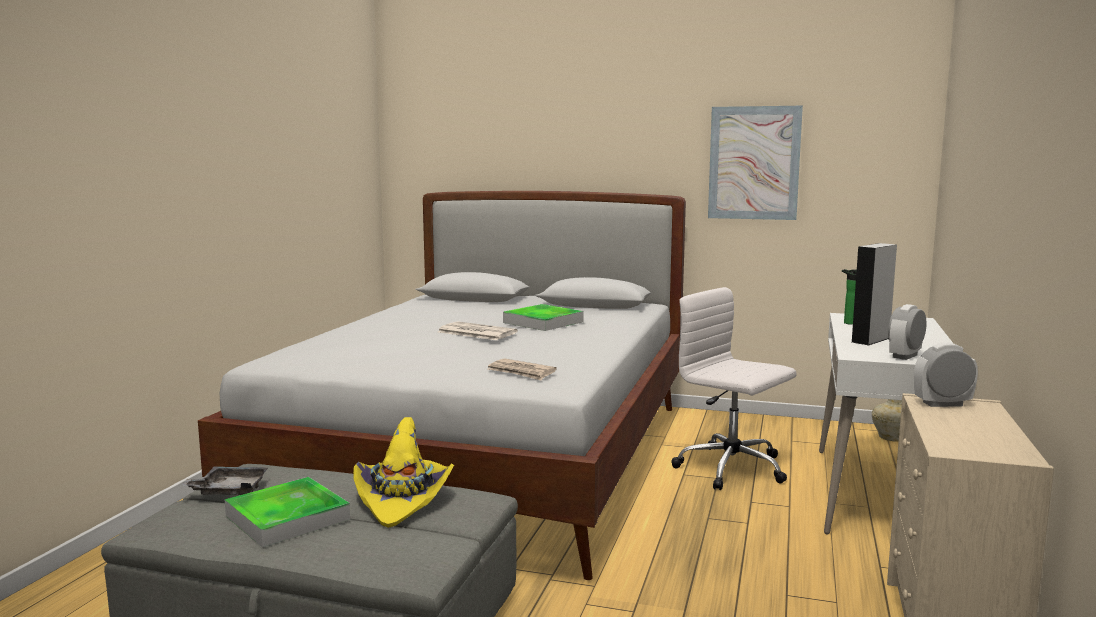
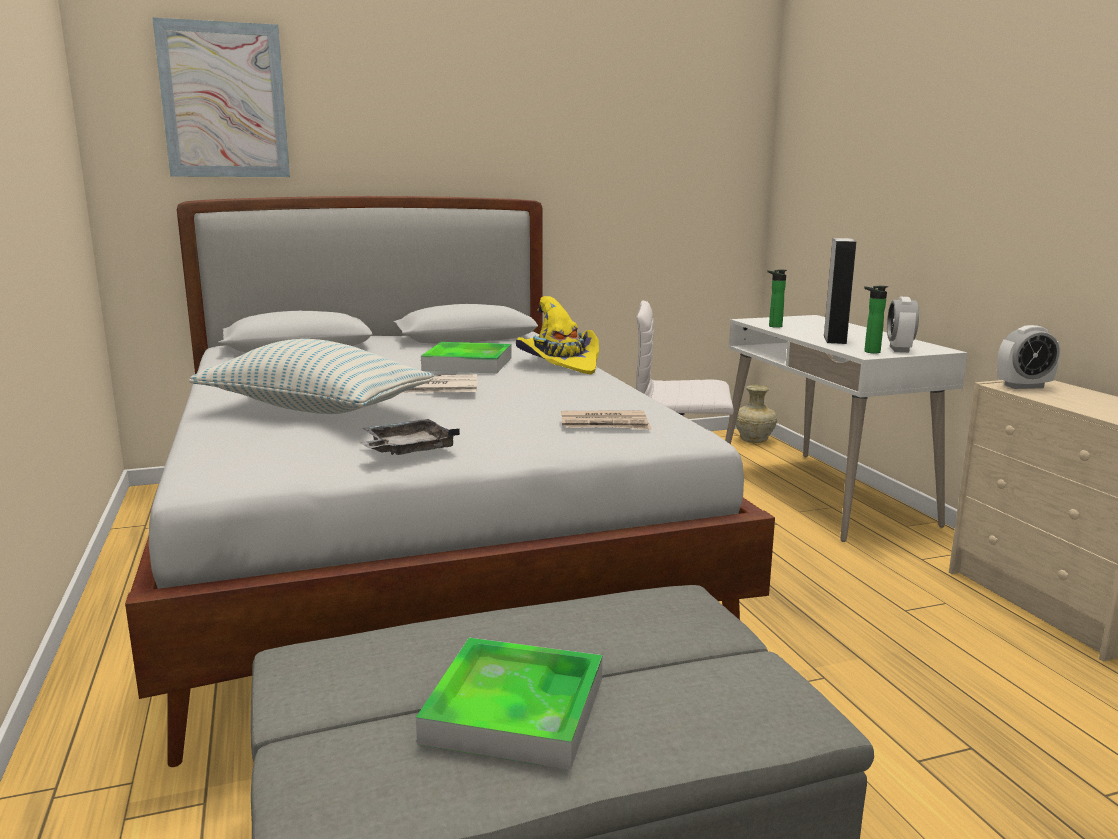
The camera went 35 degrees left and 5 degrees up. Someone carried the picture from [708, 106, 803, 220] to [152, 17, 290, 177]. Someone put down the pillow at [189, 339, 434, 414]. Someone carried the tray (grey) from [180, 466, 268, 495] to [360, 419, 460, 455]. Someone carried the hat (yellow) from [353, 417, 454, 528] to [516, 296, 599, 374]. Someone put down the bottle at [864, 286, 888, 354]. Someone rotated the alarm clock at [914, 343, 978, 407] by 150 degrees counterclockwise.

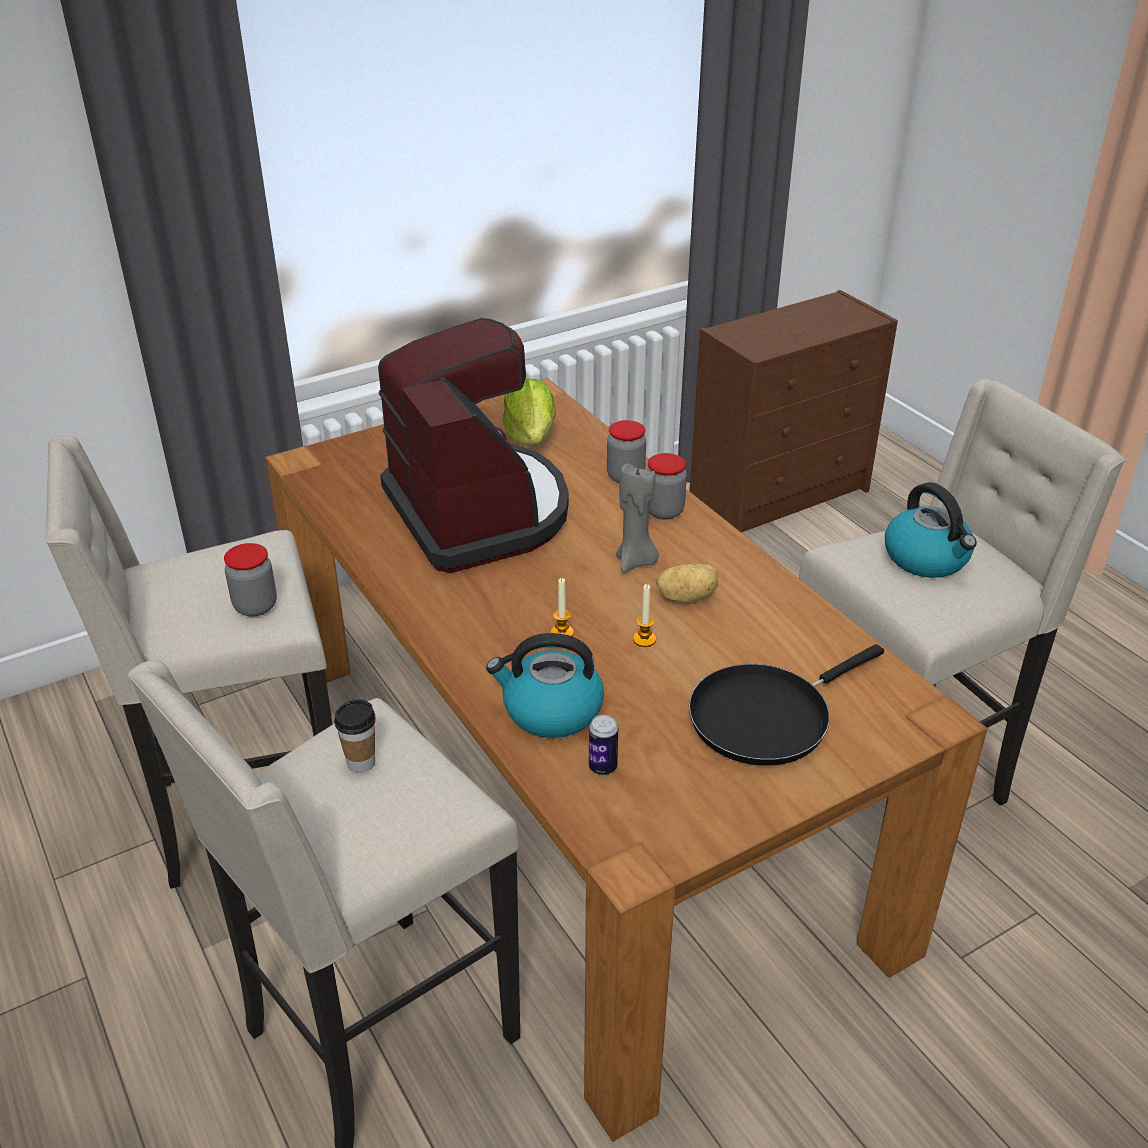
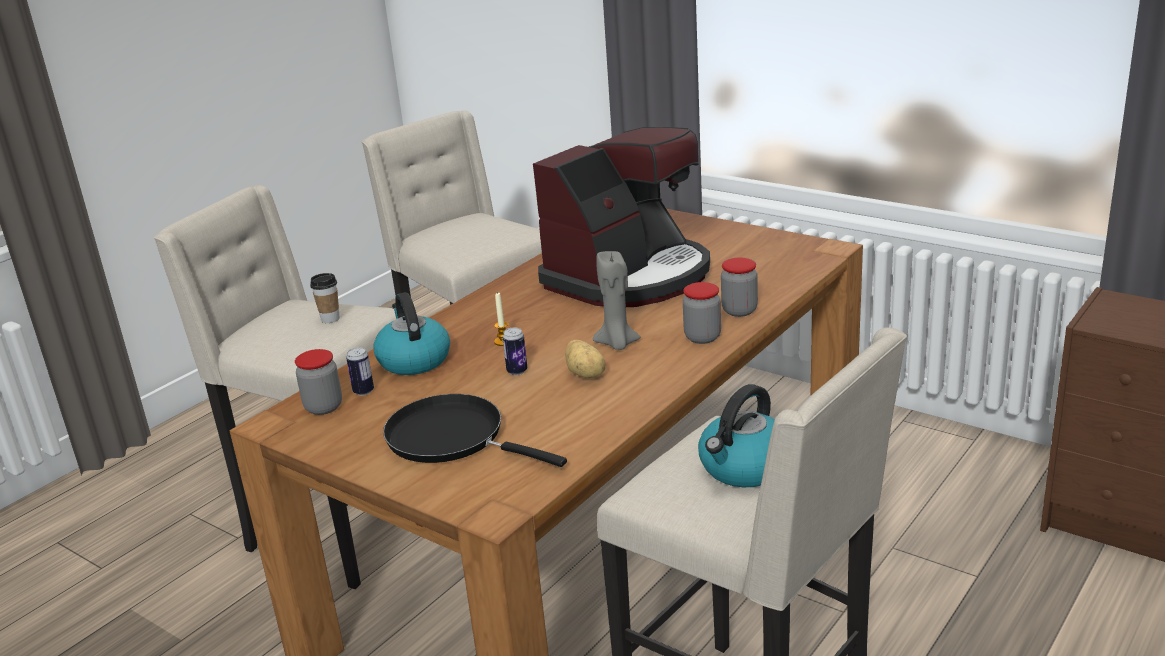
The camera went 70 degrees right and 10 degrees down. Someone carried the jar from [224, 543, 277, 617] to [295, 349, 342, 415]. Someone swapped the candle at [633, 584, 656, 647] for the can at [502, 327, 527, 375]. Someone took away the lettuce at [503, 378, 556, 446].

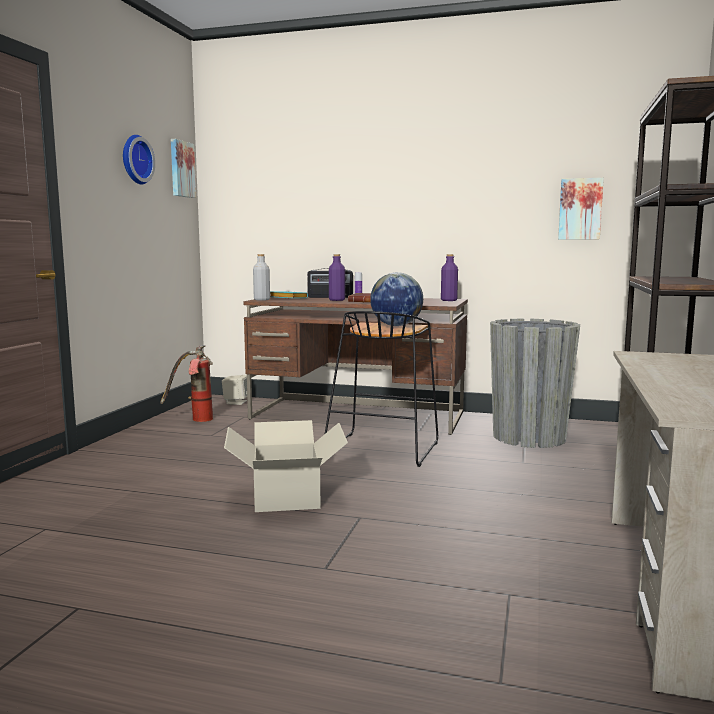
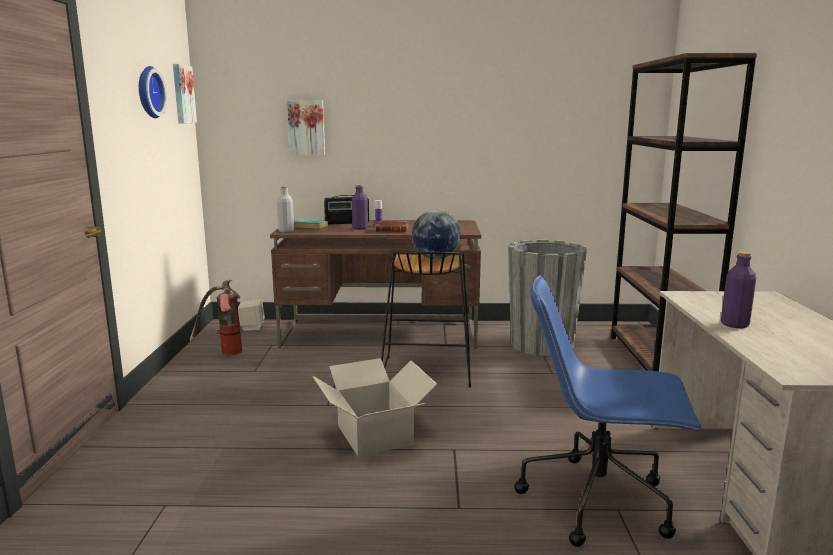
The camera went 15 degrees left and 5 degrees up. Someone carried the picture from [558, 178, 604, 240] to [287, 100, 325, 155]. Someone put down the office chair (blue) at [514, 275, 702, 547]. Someone carried the bottle (purple) from [441, 254, 458, 301] to [721, 251, 756, 328].

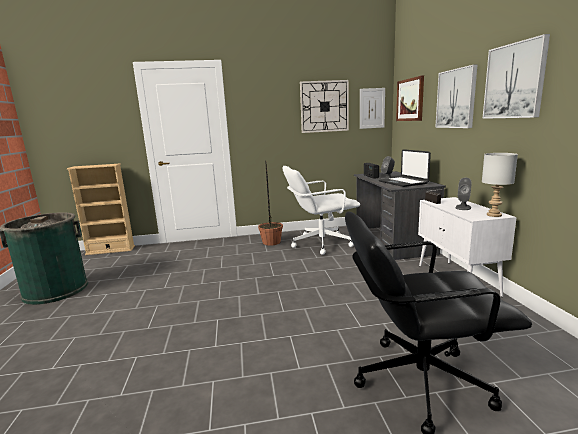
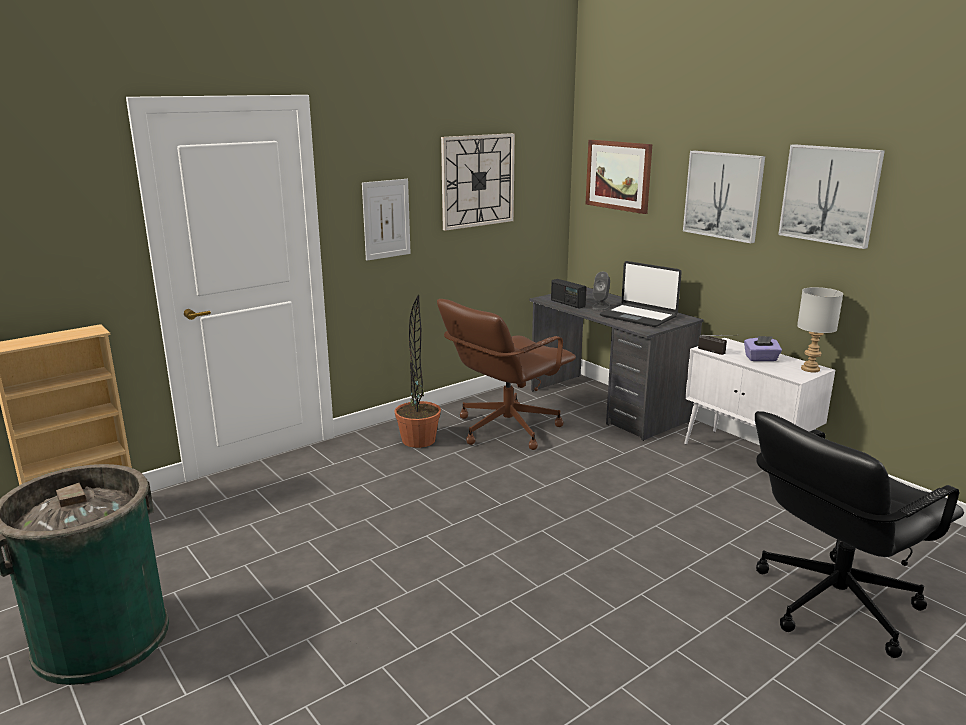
The camera went 30 degrees left and 5 degrees up. Someone carried the picture from [360, 88, 385, 129] to [362, 179, 411, 261]. Someone repainted the office chair (white) at [283, 166, 360, 255], which became the office chair (brown) at [437, 299, 576, 450]. Someone swapped the speaker (grey) at [456, 178, 472, 210] for the tissue box (purple) at [744, 336, 782, 361].

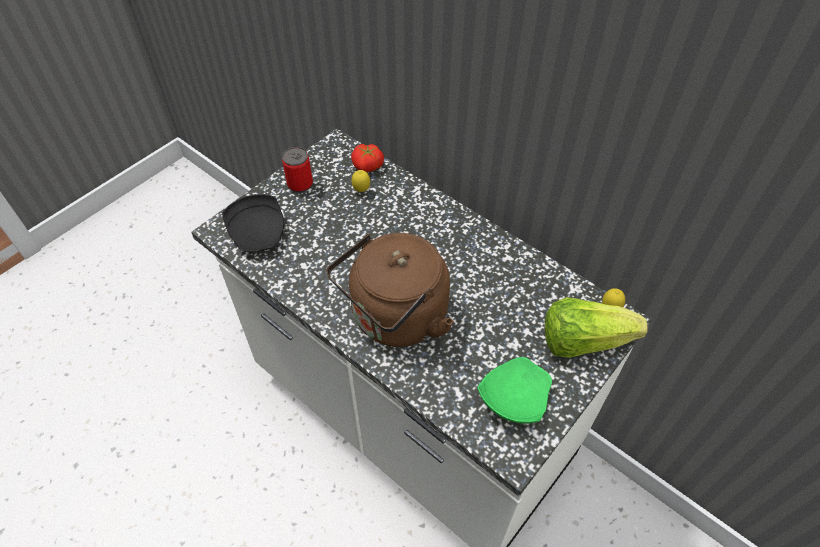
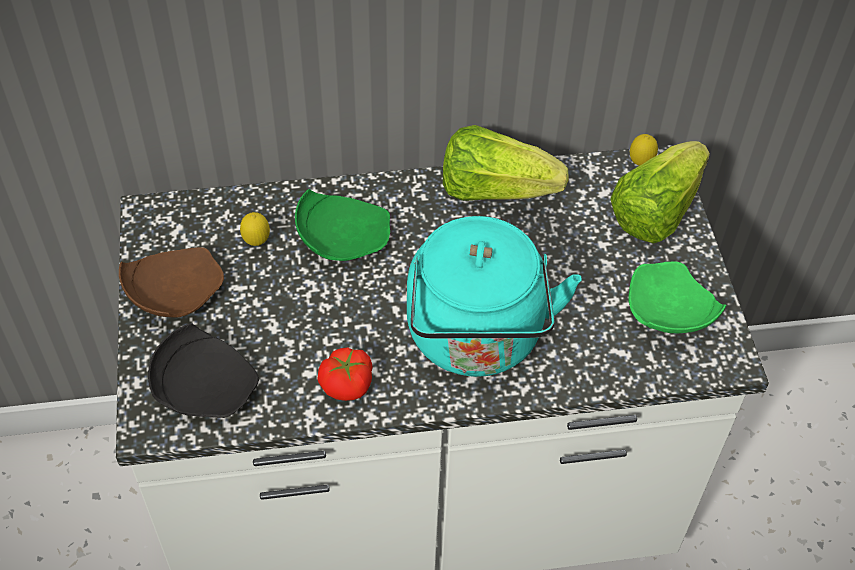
The camera went 50 degrees left and 0 degrees up. Someone swapped the can at [282, 147, 313, 193] for the plate (brown) at [119, 247, 224, 317]. Someone put down the plate (green) at [295, 189, 390, 261]. Someone carried the tomato from [351, 144, 384, 172] to [317, 347, 372, 401]. Someone repainted the kettle (brown) at [326, 233, 454, 347], which became the kettle (turquoise) at [407, 216, 582, 377]. Someone put down the lettuce at [443, 125, 569, 201].

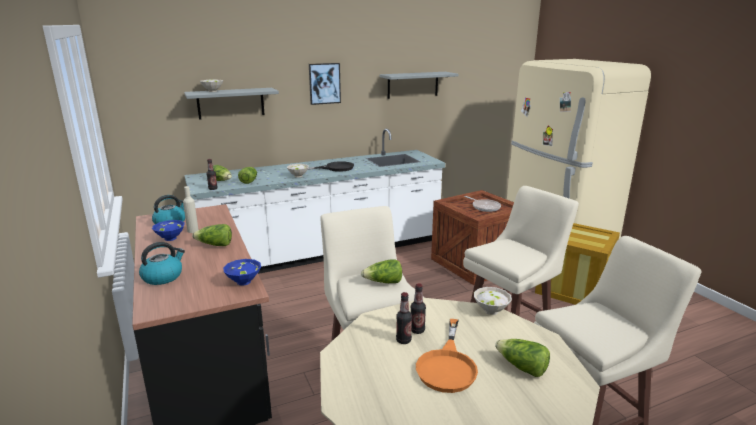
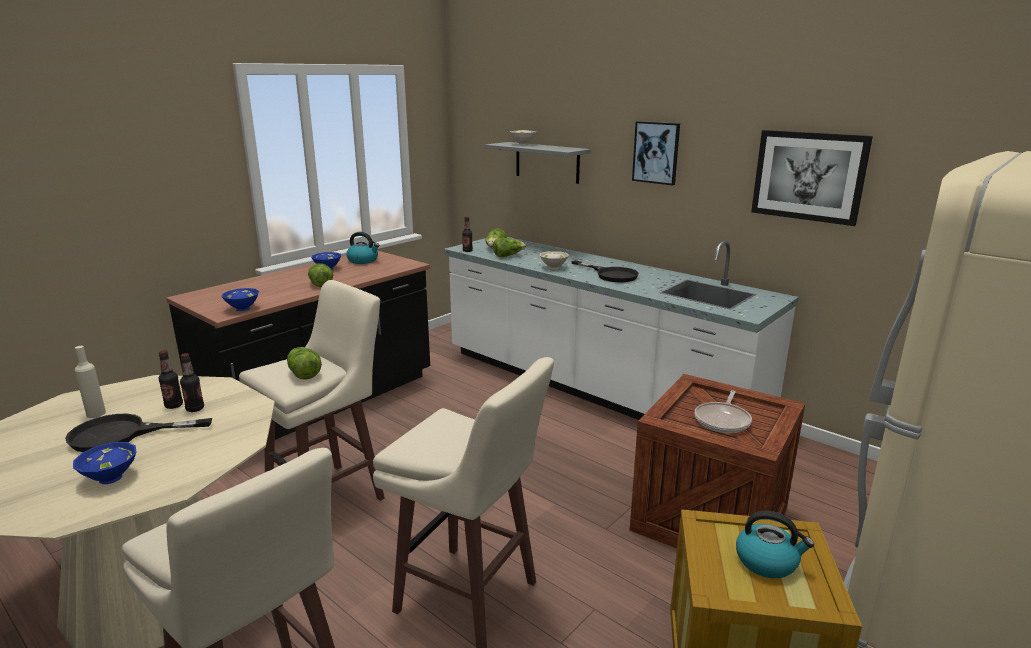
The camera went 65 degrees right and 0 degrees up. Someone repainted the frying pan (orange) at [416, 319, 478, 393], which became the frying pan (black) at [65, 414, 212, 452]. Someone swapped the lettuce at [495, 339, 550, 377] for the bowl (blue) at [73, 442, 136, 484]. Someone carried the bottle (beige) from [183, 186, 198, 233] to [74, 346, 106, 418]. Someone carried the kettle from [139, 242, 185, 285] to [736, 511, 814, 578]. Someone swapped the shelf (grey) at [380, 72, 459, 99] for the picture at [751, 130, 873, 226]. Someone took away the bowl (white) at [474, 287, 512, 315].

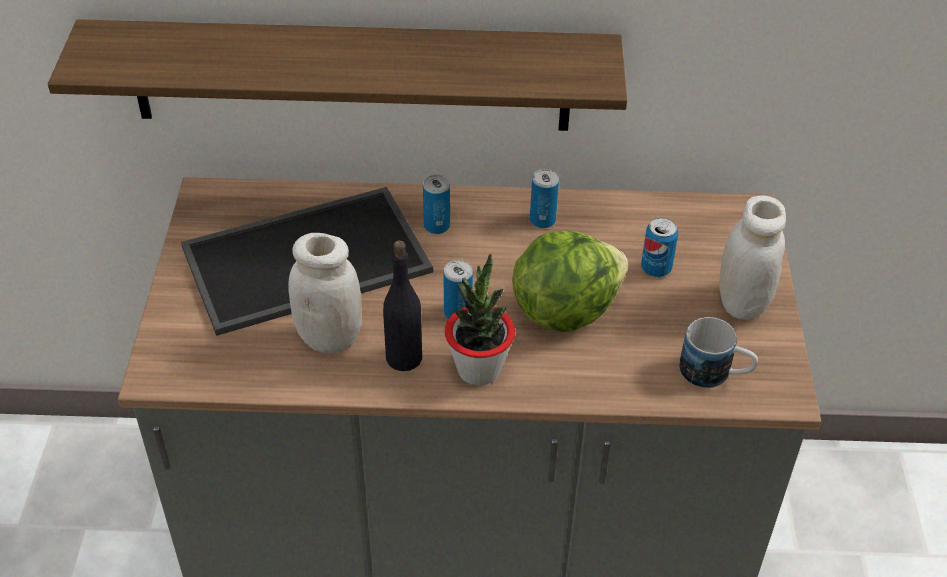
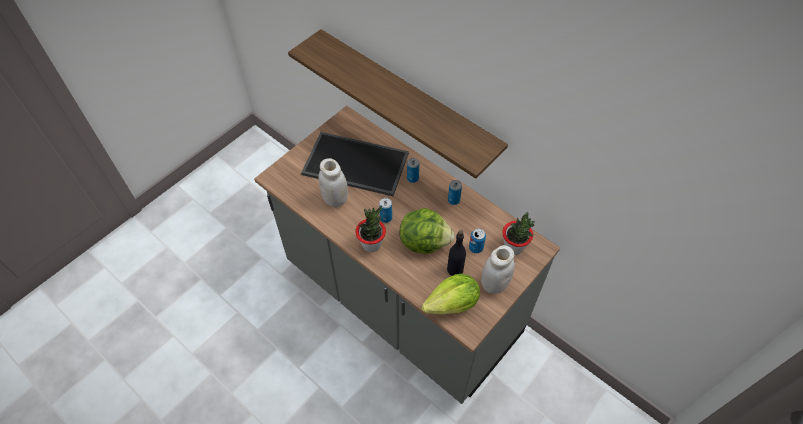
The camera went 40 degrees right and 10 degrees up. Someone swapped the mug at [679, 317, 758, 388] for the lettuce at [421, 274, 480, 315]. Someone carried the bottle (black) from [383, 241, 422, 371] to [447, 230, 466, 276]. Someone put down the potted plant at [502, 212, 535, 255].

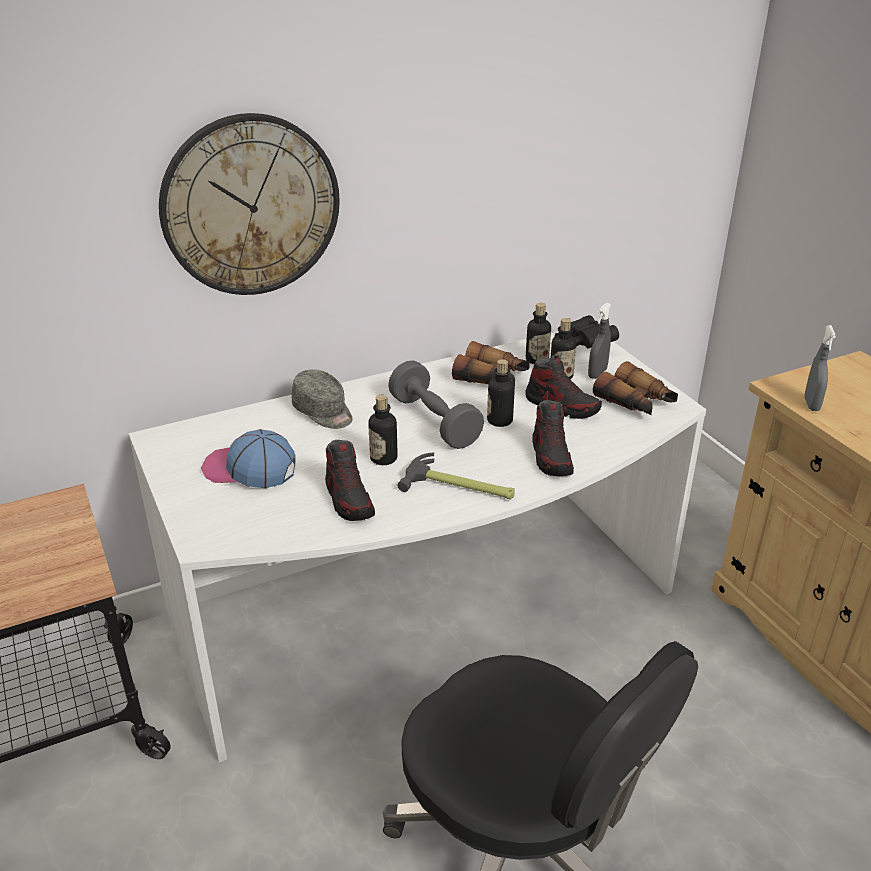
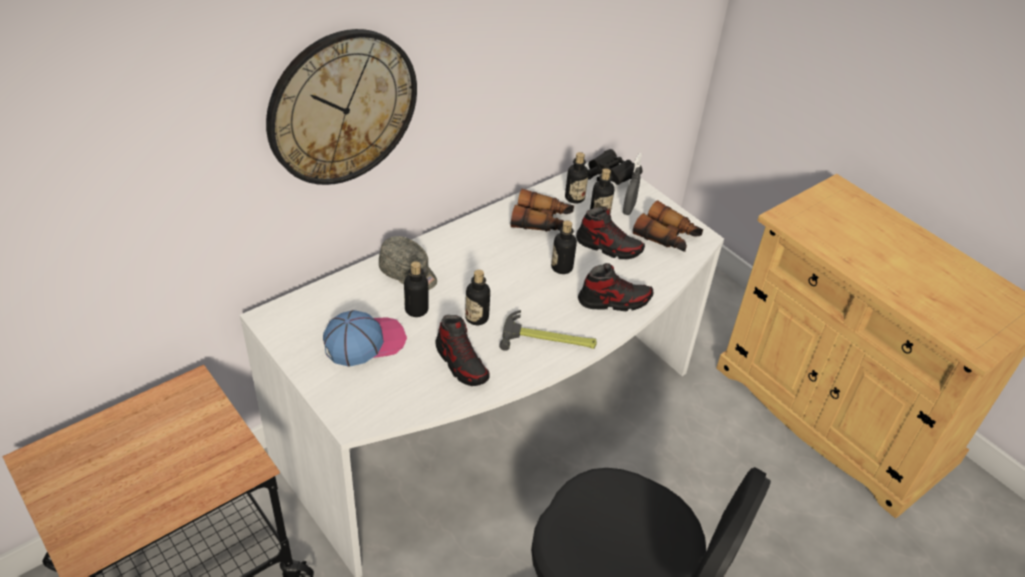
The camera went 15 degrees left and 10 degrees up. Someone rotated the cap at [201, 429, 296, 488] by 150 degrees clockwise. Someone put down the bottle at [404, 261, 429, 317]. Someone rotated the shoe at [532, 400, 574, 476] by 75 degrees counterclockwise. Someone took away the dumbbell (grey) at [388, 360, 484, 449]. Someone took away the spray bottle (grey) at [804, 325, 836, 411].

